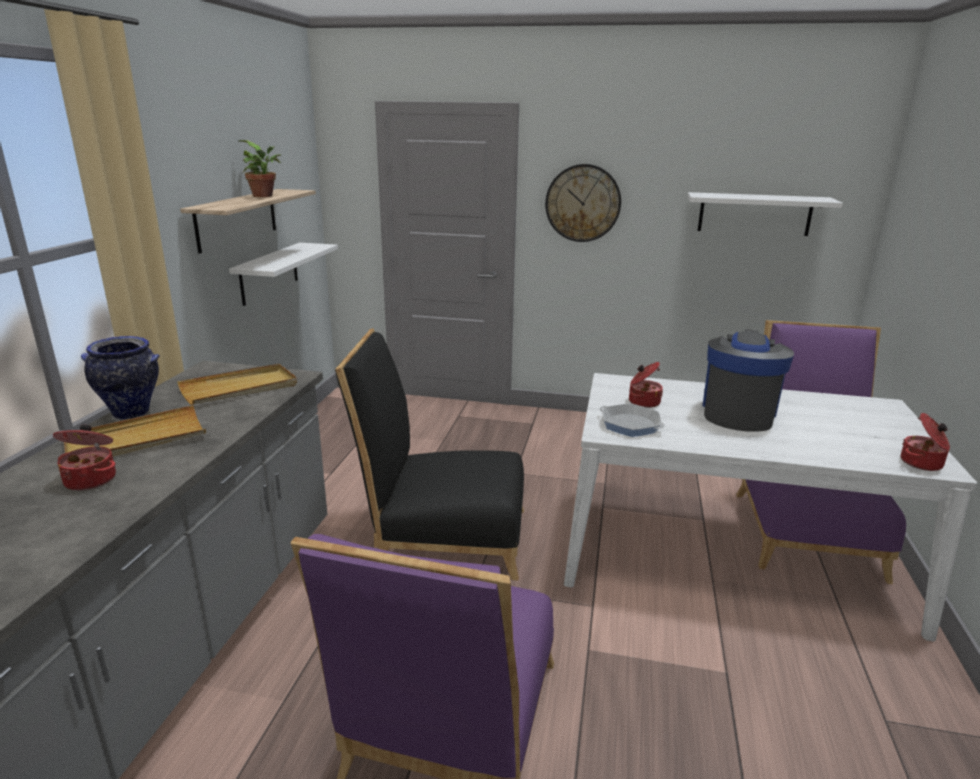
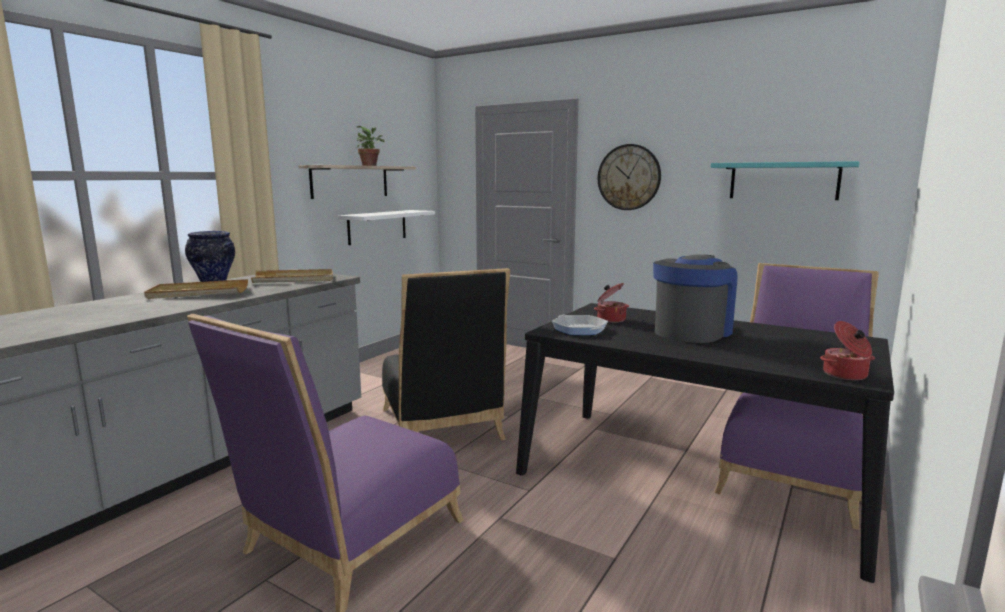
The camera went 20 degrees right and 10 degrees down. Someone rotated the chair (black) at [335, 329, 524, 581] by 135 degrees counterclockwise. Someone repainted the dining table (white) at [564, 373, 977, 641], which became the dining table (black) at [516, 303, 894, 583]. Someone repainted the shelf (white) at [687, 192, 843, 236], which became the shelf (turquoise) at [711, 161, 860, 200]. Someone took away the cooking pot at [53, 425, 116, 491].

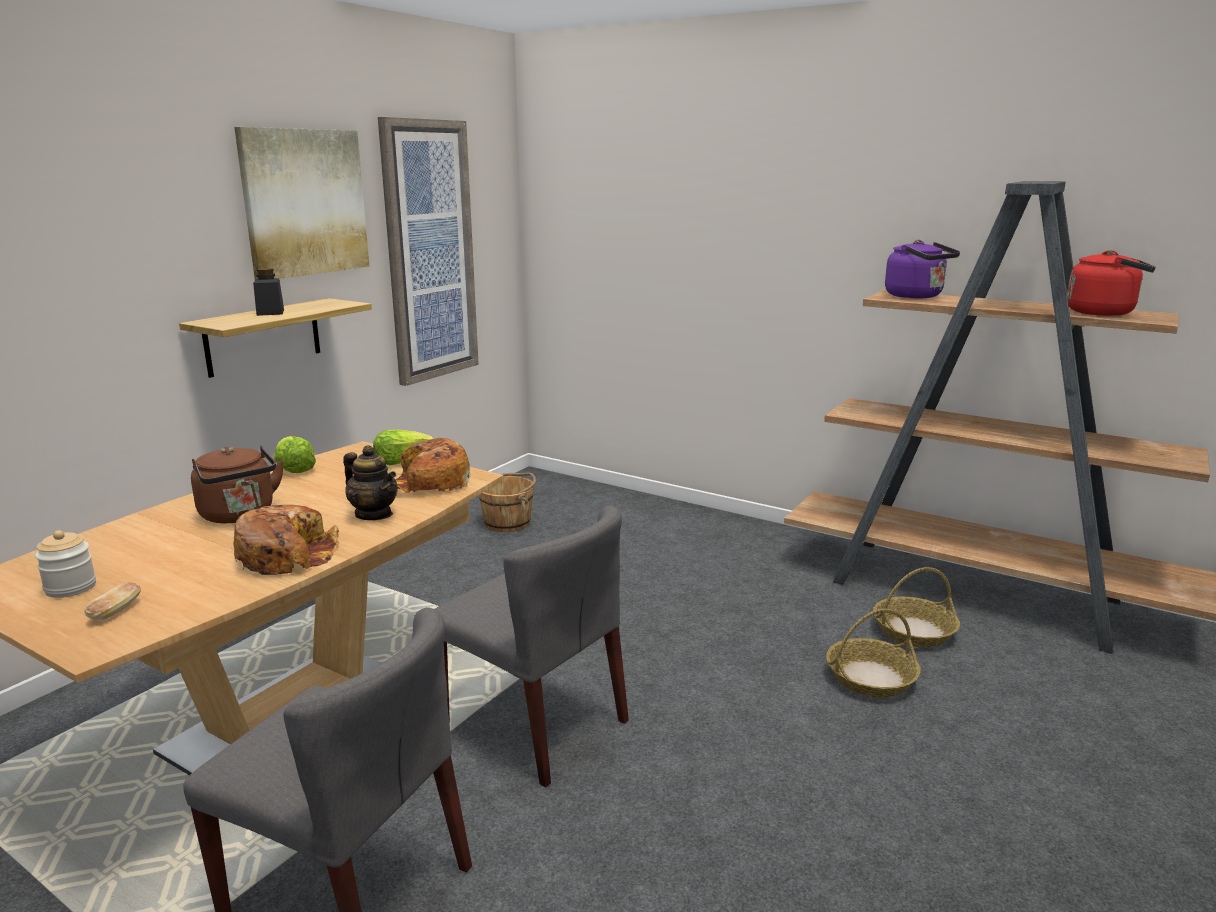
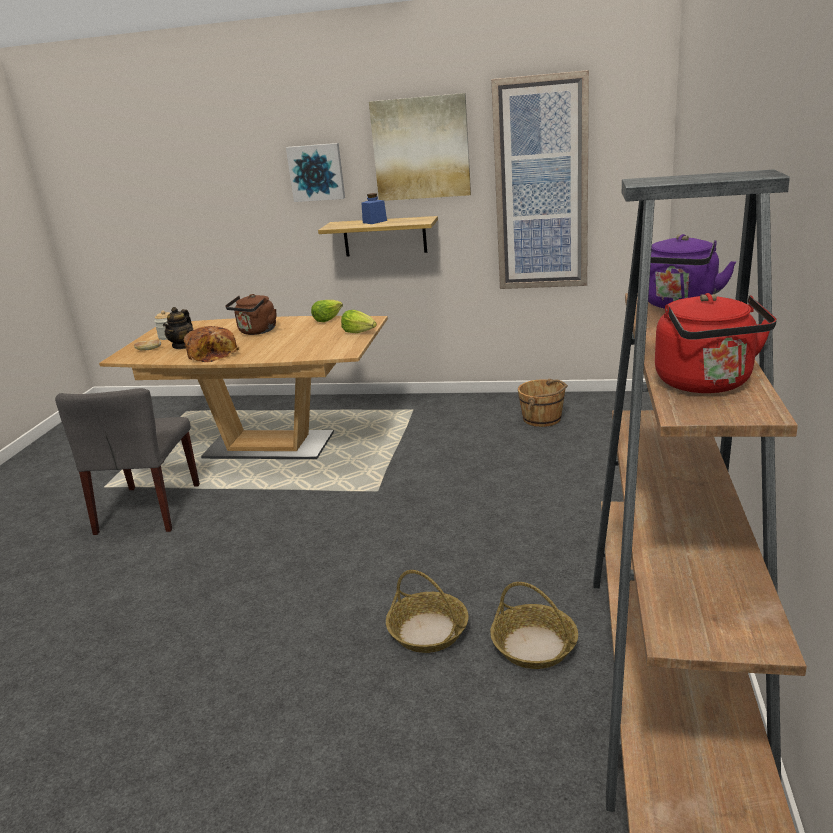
The camera went 70 degrees right and 5 degrees up. Someone carried the teapot from [343, 445, 398, 520] to [163, 307, 193, 349]. Someone put up the picture at [286, 143, 345, 202]. Someone repainted the jar (black) at [253, 268, 284, 316], which became the jar (blue) at [361, 193, 387, 224]. Someone took away the bread at [395, 438, 470, 493]. Someone took away the chair (grey) at [435, 506, 629, 788].

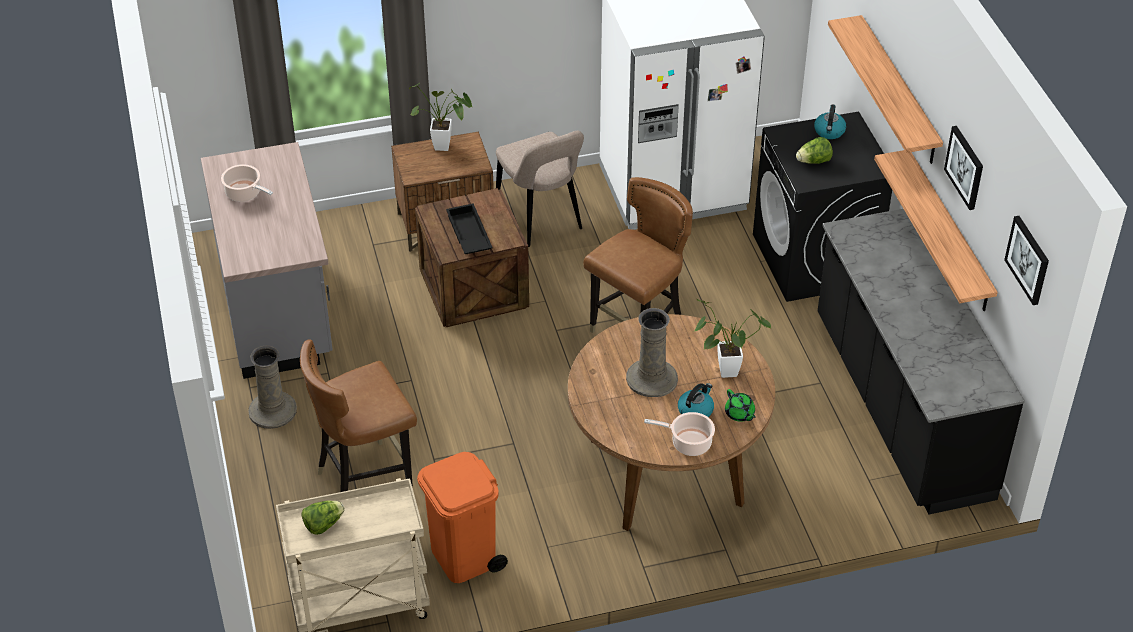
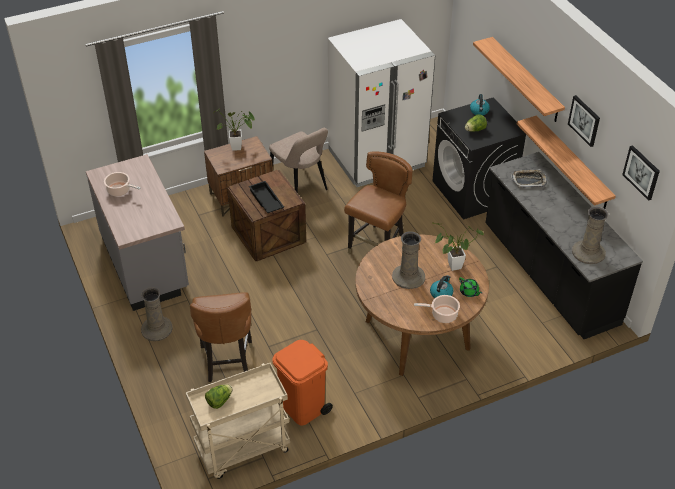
The camera went 10 degrees left and 0 degrees up. Someone rotated the chair (brown) at [300, 339, 417, 492] by 60 degrees counterclockwise. Someone put down the tray at [511, 169, 547, 188]. Someone put down the vase (beige) at [572, 206, 609, 264].

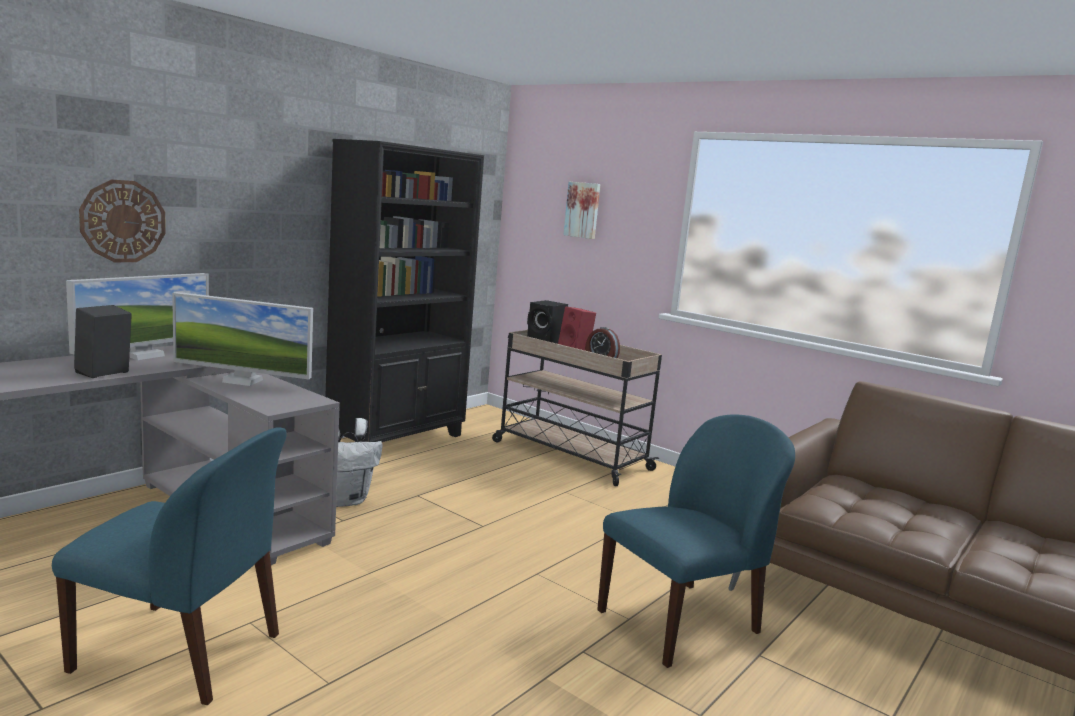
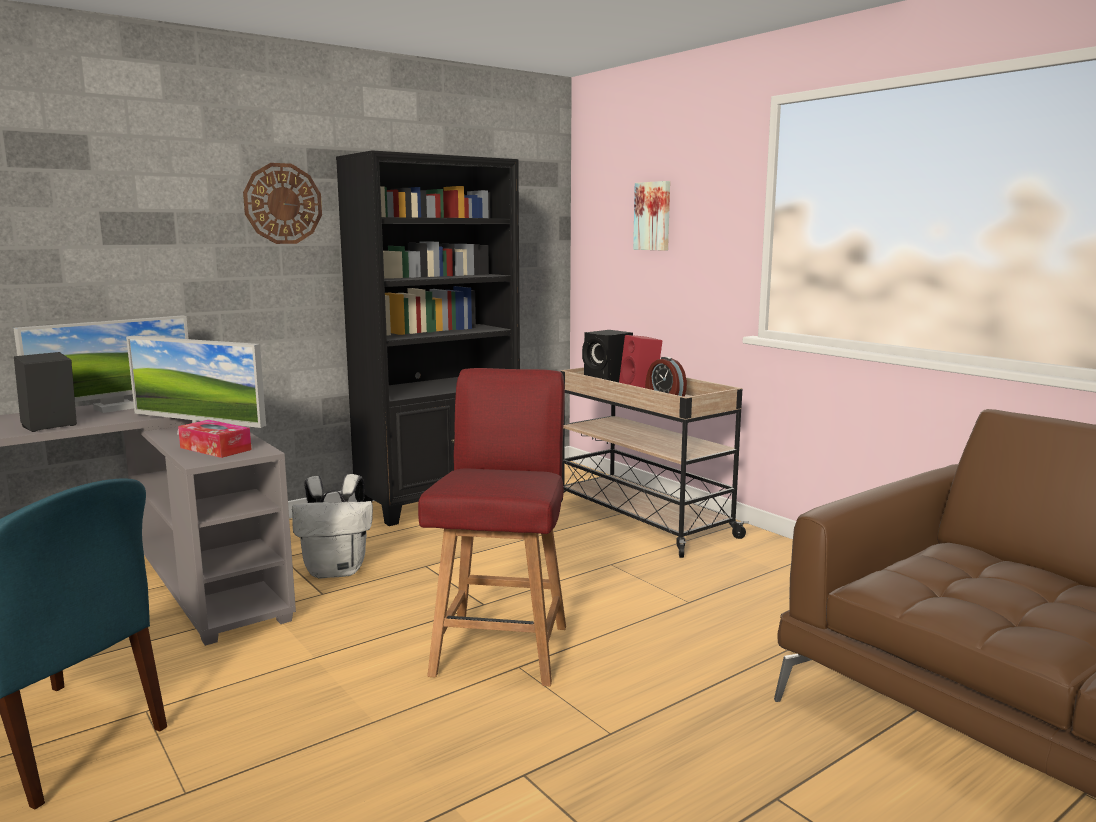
The camera went 15 degrees right and 0 degrees up. Someone put down the tissue box at [178, 420, 252, 458]. Someone carried the wall clock from [79, 179, 166, 262] to [243, 163, 322, 244]. Someone put down the chair (red) at [418, 368, 566, 686]. Someone took away the chair (blue) at [597, 414, 795, 668].

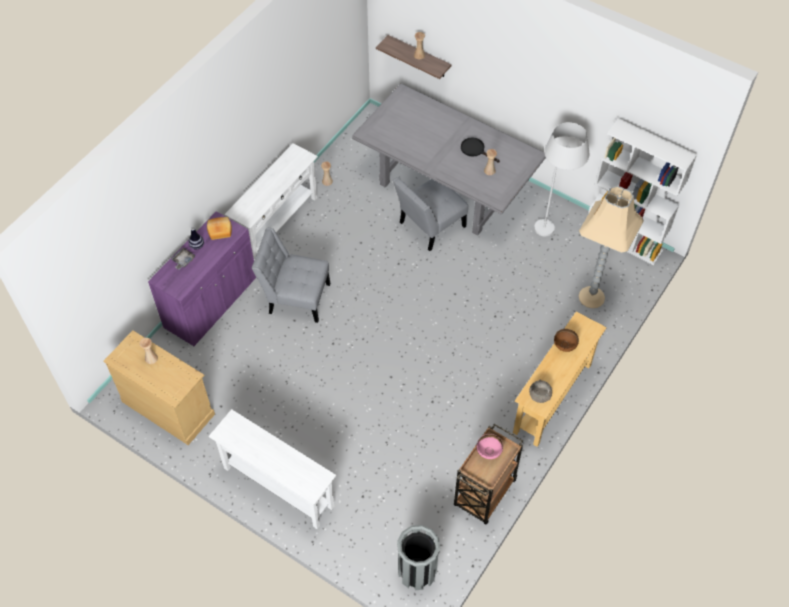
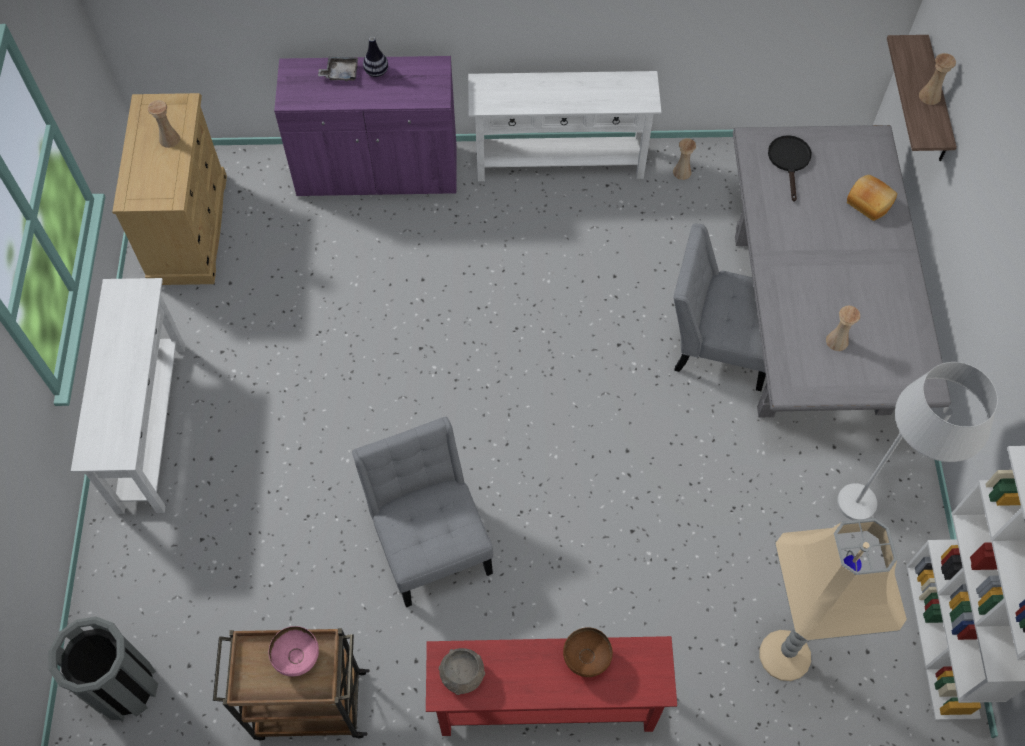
The camera went 55 degrees right and 5 degrees up. Someone carried the chair (grey) from [252, 228, 330, 323] to [352, 417, 493, 607]. Someone repainted the console table (beige) at [513, 311, 607, 447], which became the console table (red) at [426, 636, 677, 736]. Someone carried the frying pan (black) from [461, 137, 500, 162] to [768, 135, 812, 202]. Someone carried the bread from [207, 217, 232, 240] to [847, 175, 897, 221].

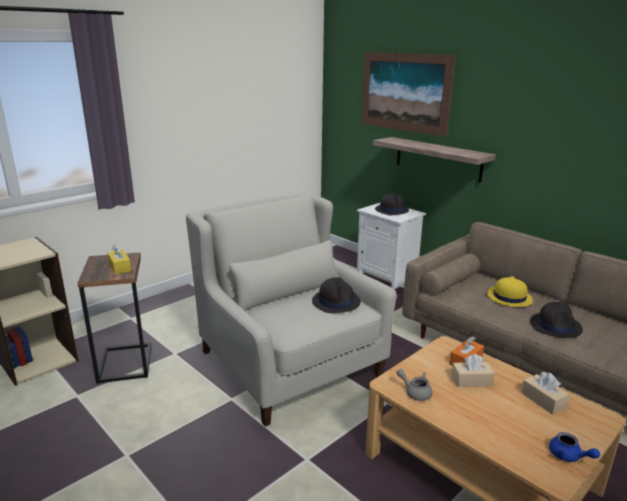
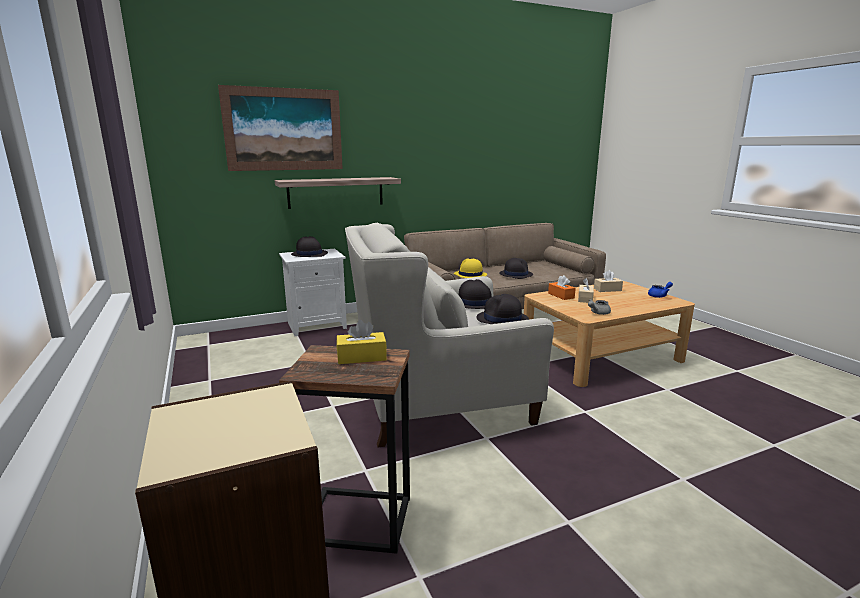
The camera went 70 degrees left and 5 degrees down. Someone put down the hat (black) at [476, 294, 529, 324].

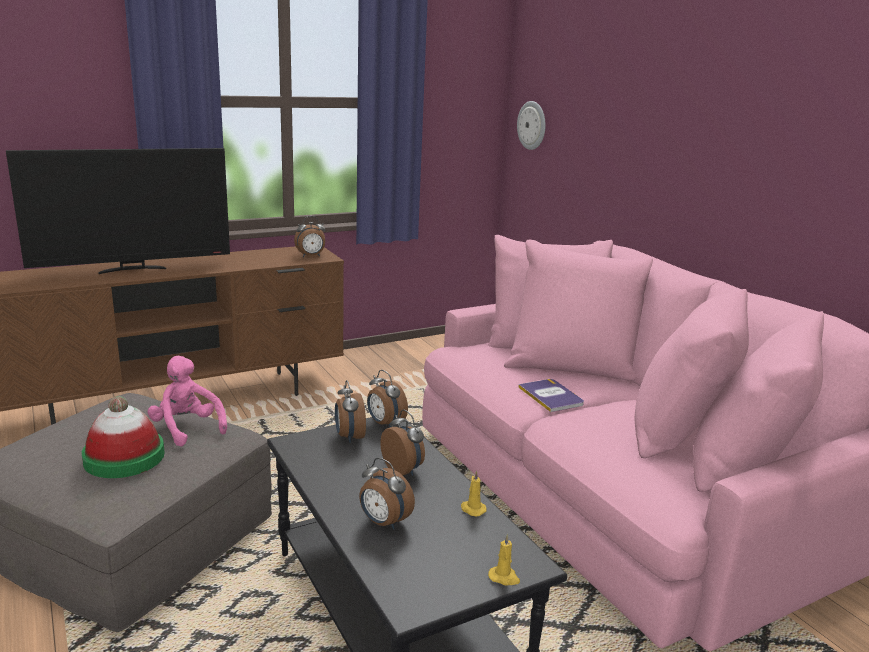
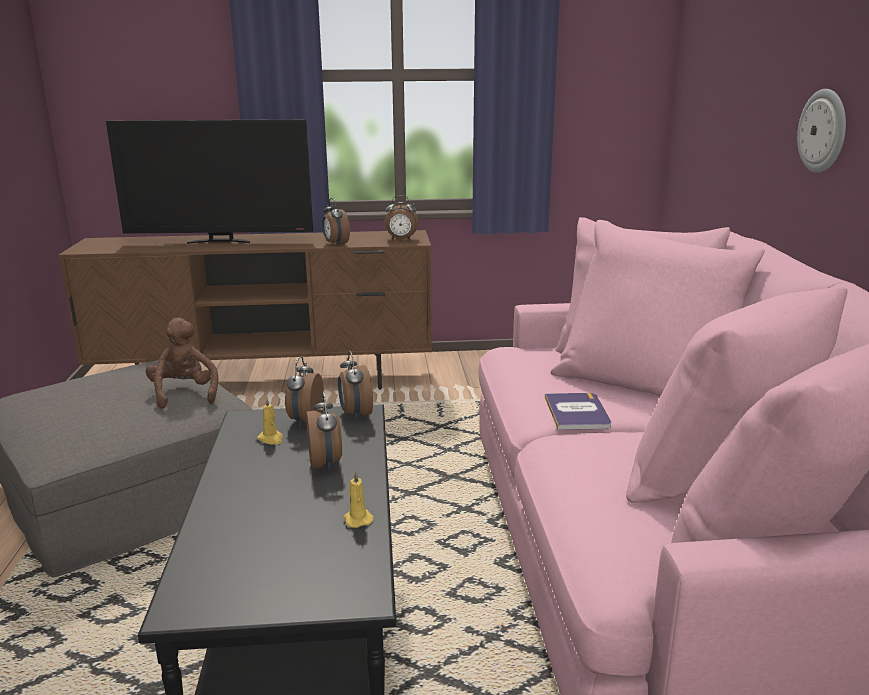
The camera went 25 degrees right and 0 degrees up. Someone repainted the plush toy (pink) at [148, 356, 227, 447], which became the plush toy (brown) at [146, 318, 218, 409]. Someone carried the candle (yellow) from [488, 534, 520, 586] to [257, 397, 283, 445]. Someone carried the alarm clock from [359, 458, 415, 530] to [322, 198, 350, 246]. Someone carried the wall clock from [517, 101, 546, 150] to [797, 89, 846, 173]. Someone took away the hat at [82, 396, 165, 478].

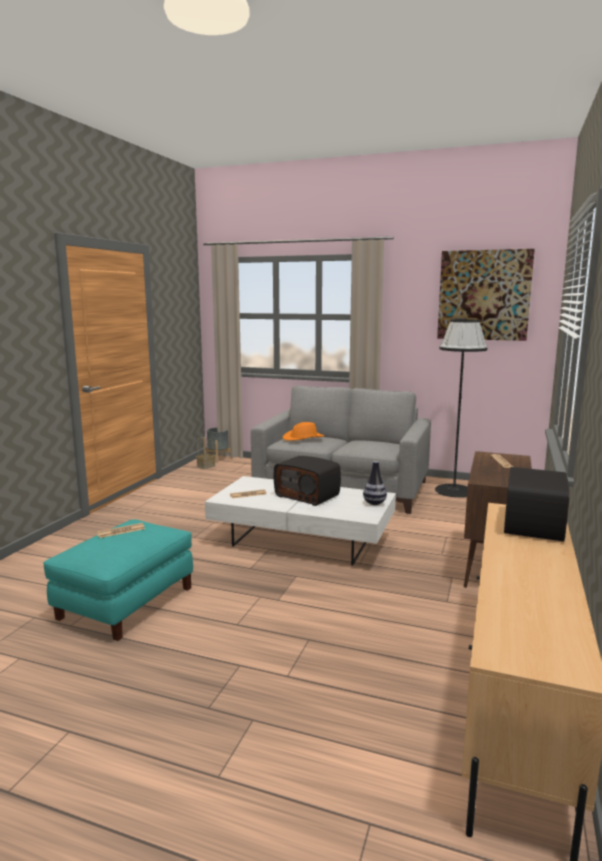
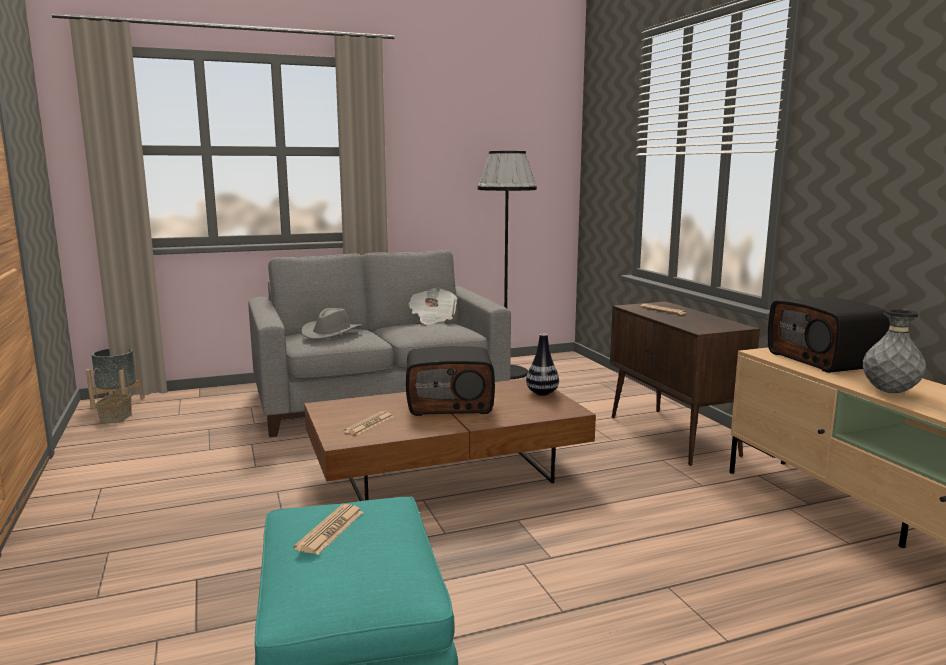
The camera went 40 degrees left and 0 degrees up. Someone repainted the hat (orange) at [283, 422, 324, 441], which became the hat (grey) at [301, 308, 362, 339]. Someone repainted the coffee table (white) at [205, 476, 396, 565], which became the coffee table (brown) at [304, 379, 596, 501]. Someone put down the newspaper at [408, 288, 457, 324]. Someone put down the vase (grey) at [863, 309, 926, 393]. Someone took away the picture at [437, 249, 535, 341].

